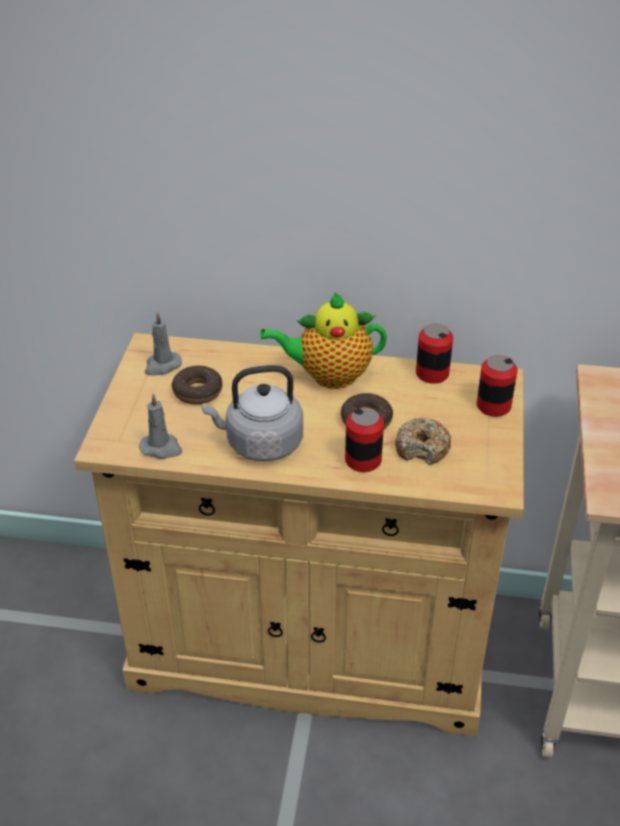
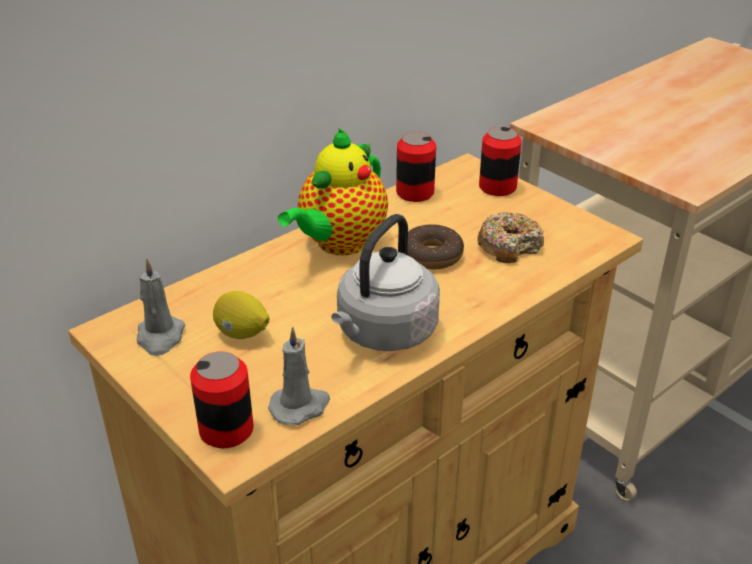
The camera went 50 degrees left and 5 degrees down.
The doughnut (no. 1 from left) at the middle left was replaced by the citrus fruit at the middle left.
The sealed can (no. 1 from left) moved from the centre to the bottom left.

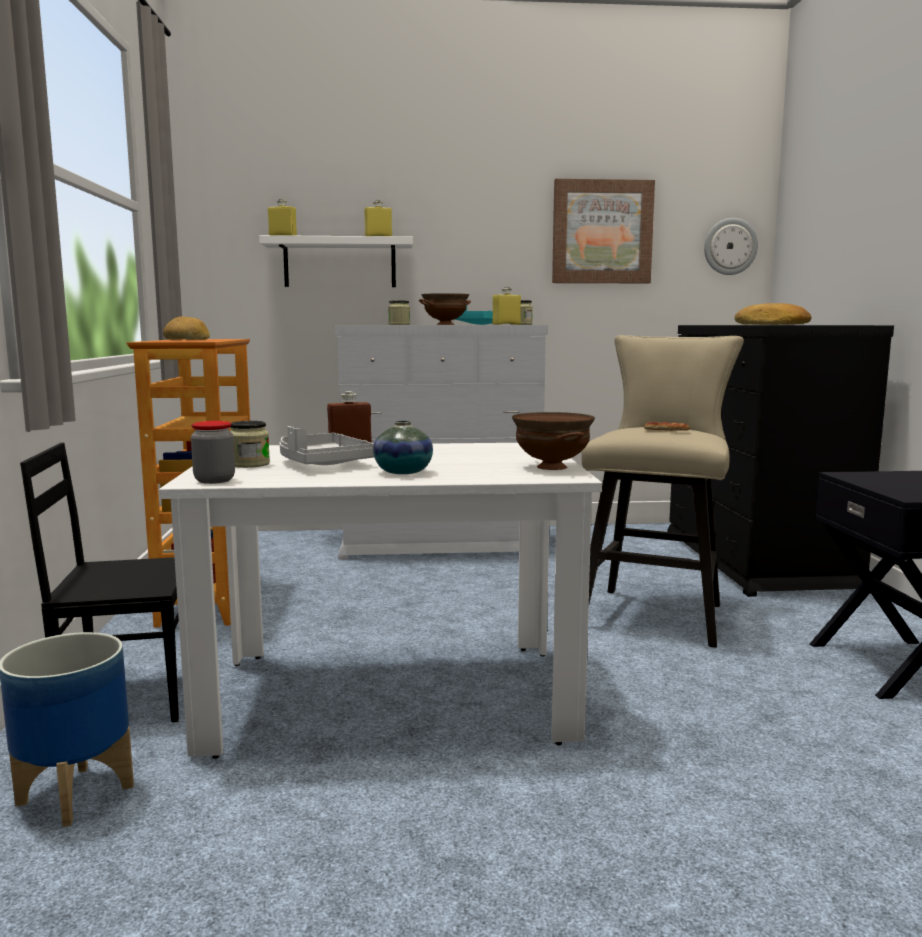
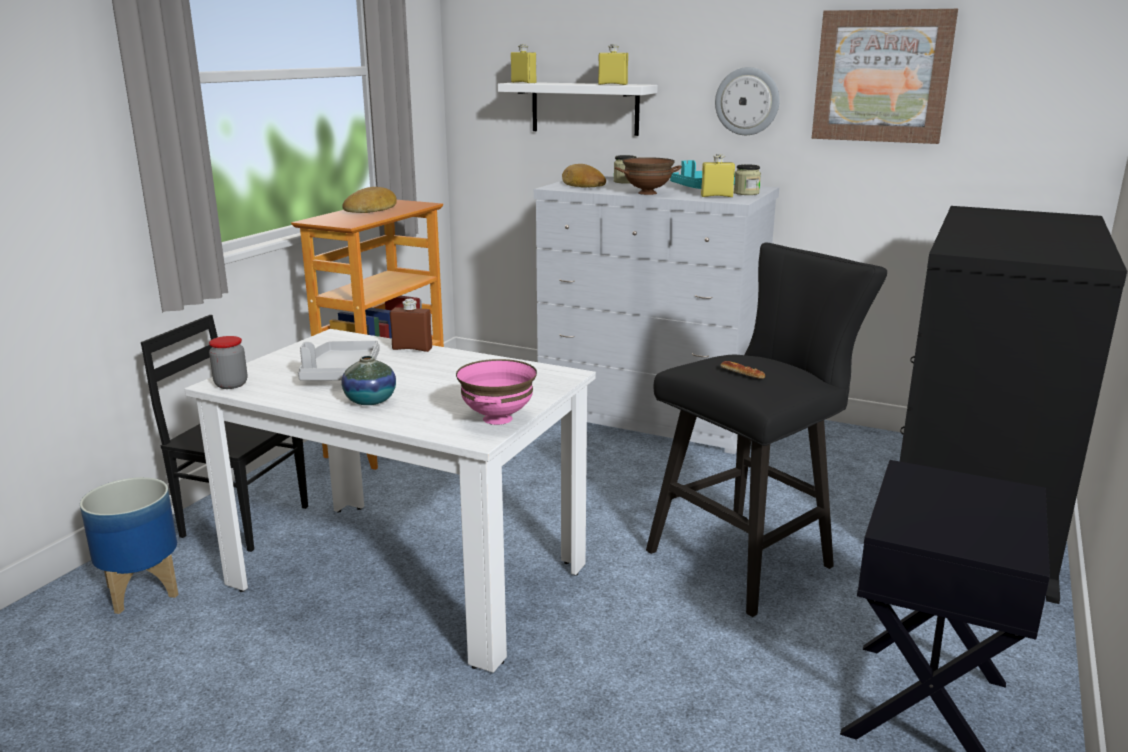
The camera went 30 degrees right and 10 degrees up.
The clock on the wall moved from the top right to the top centre.
The bakery bread (no. 3 from left in the first image) moved from the middle right to the top centre.
The sitting stool in beige-coloured at the middle right became the sitting stool in black at the middle right.
The bowl in brownish (no. 2 from left) at the centre became the bowl in pinkish at the centre.
The storage jar (no. 2 from left) at the middle left disappeared.

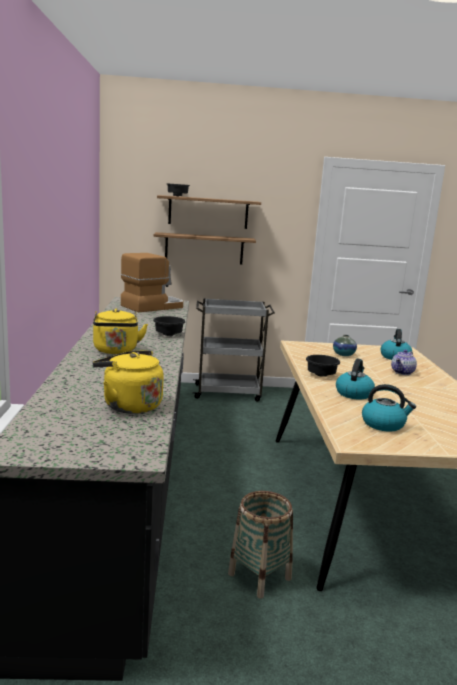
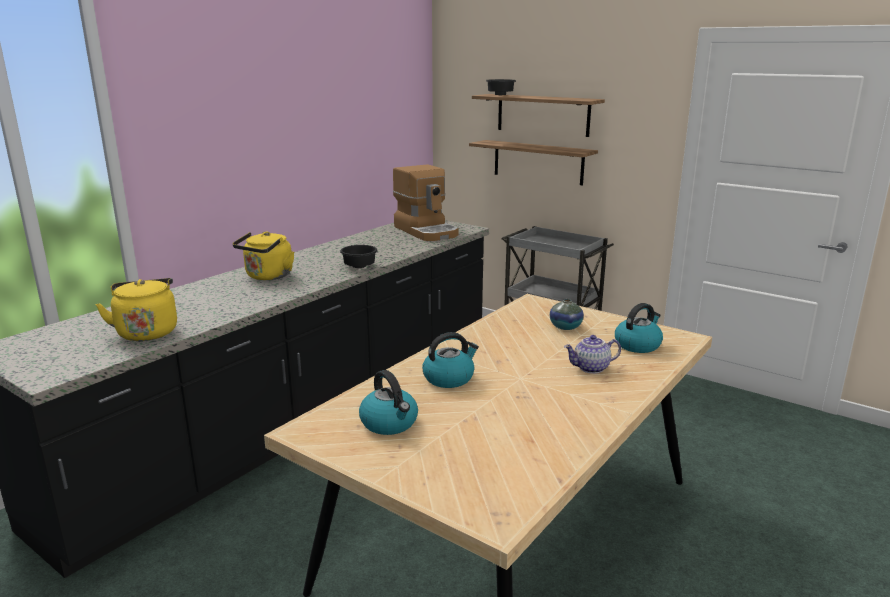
The camera went 40 degrees right and 5 degrees up.
The coffee brewer at the middle left turned 60 degrees clockwise.
The bowl in black (no. 3 from left) at the middle right disappeared.
The storage basket at the bottom centre disappeared.

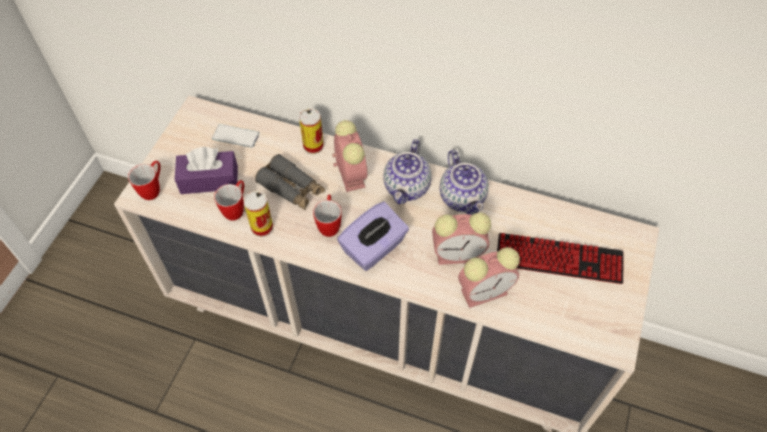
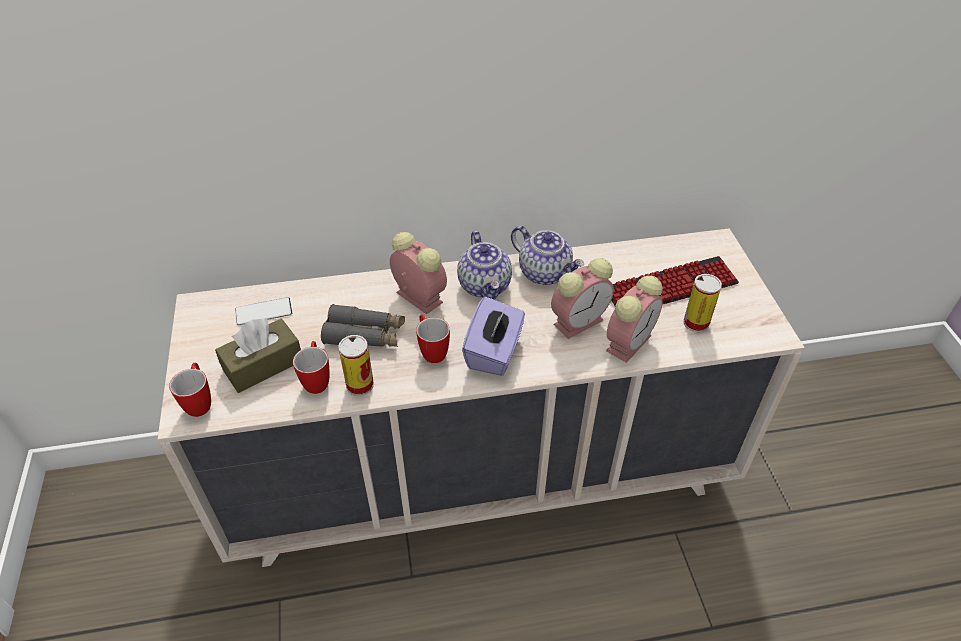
The camera went 30 degrees left and 10 degrees down.
The sealed can (no. 2 from left) moved from the top centre to the middle right.
The tissue holder in purple-coloured (no. 1 from left) at the middle left became the tissue holder in brownish at the middle left.

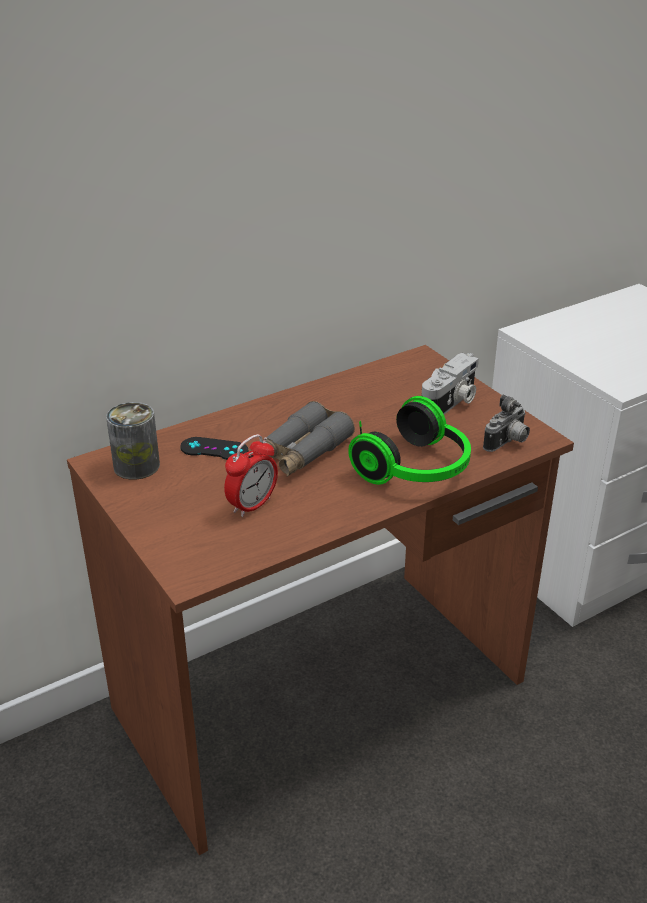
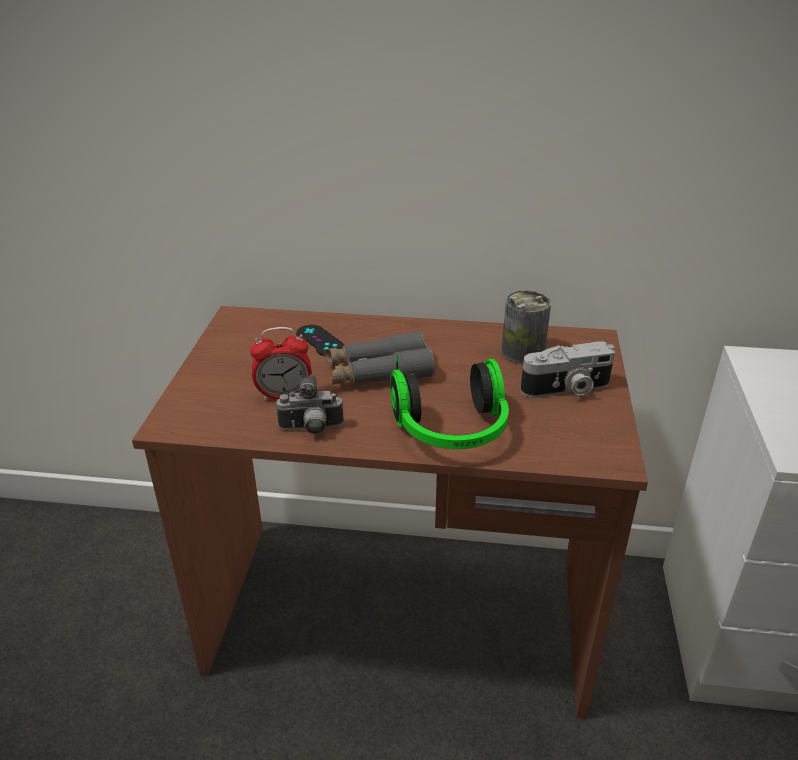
The camera went 40 degrees right and 0 degrees up.
The still camera (no. 2 from left in the first image) moved from the middle right to the centre.
The sealed can moved from the middle left to the centre.

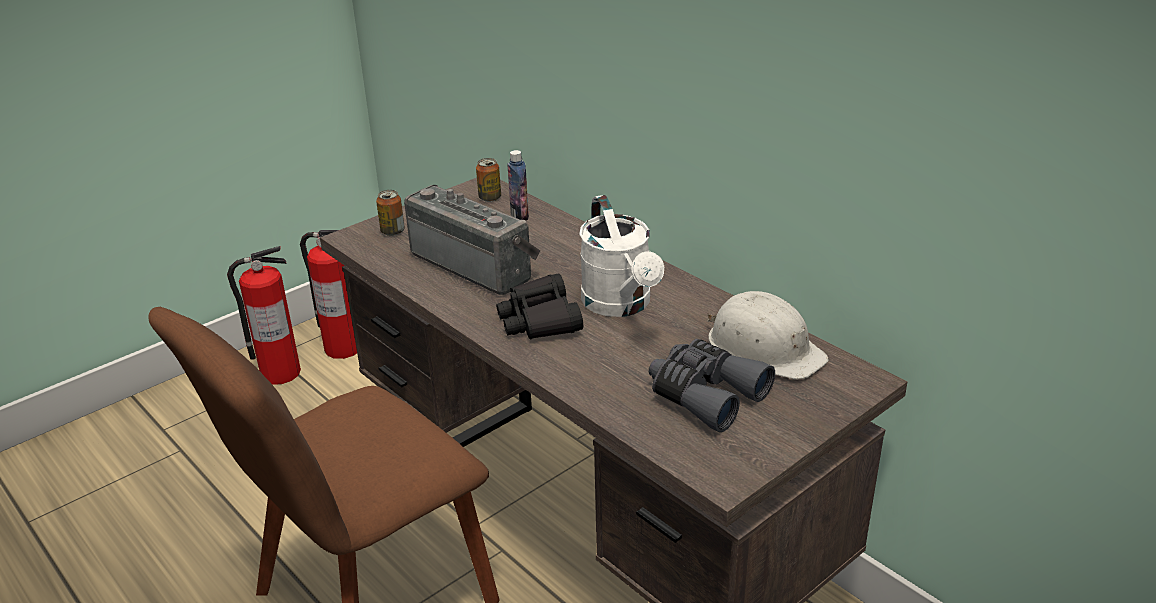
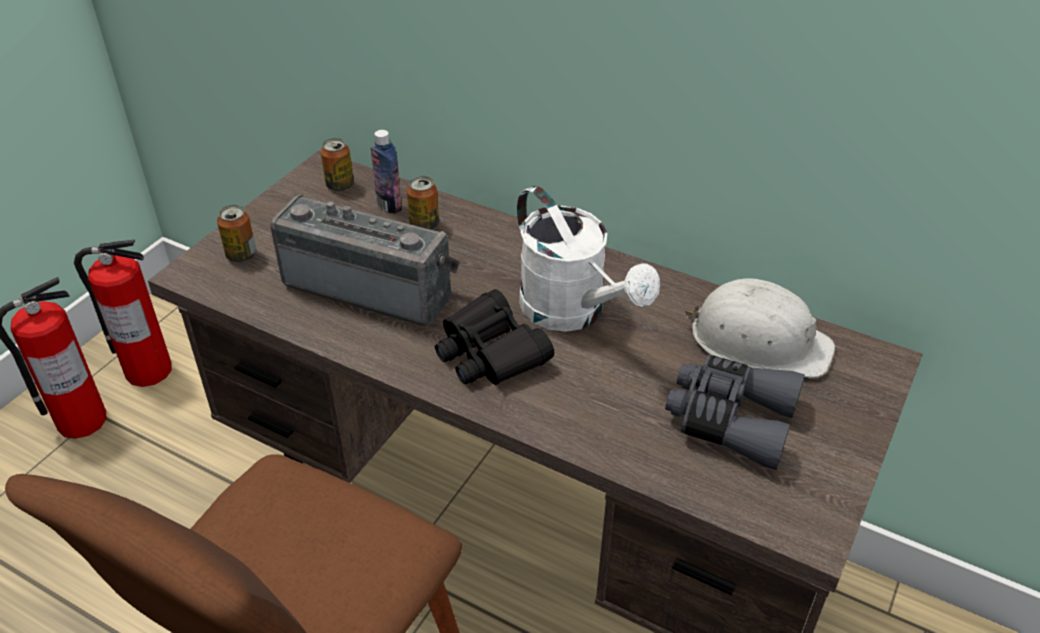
The camera went 20 degrees left and 10 degrees up.
The sealed can (no. 3 from left) at the top centre appeared.

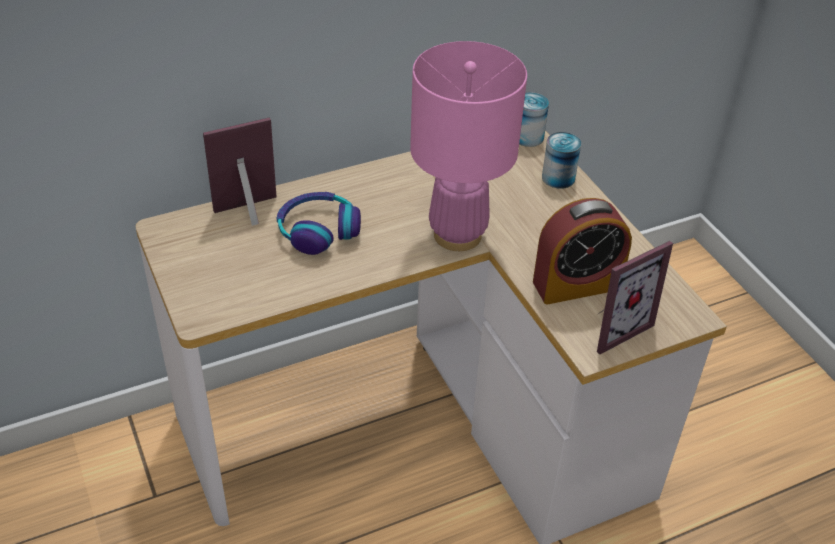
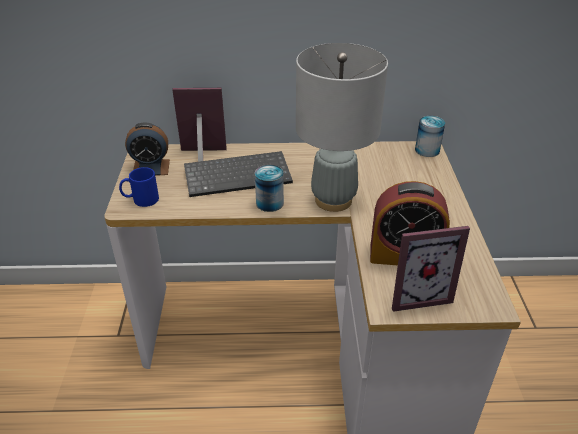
The camera went 25 degrees right and 5 degrees down.
The tabletop lamp in pinkish at the top centre became the tabletop lamp in greyish at the top centre.
The sealed can (no. 2 from left in the first image) moved from the top right to the centre.
The headphones at the centre was replaced by the PC keyboard at the centre.
The alarm clock (no. 1 from left) at the middle left appeared.
The coffee mug in blue at the middle left appeared.

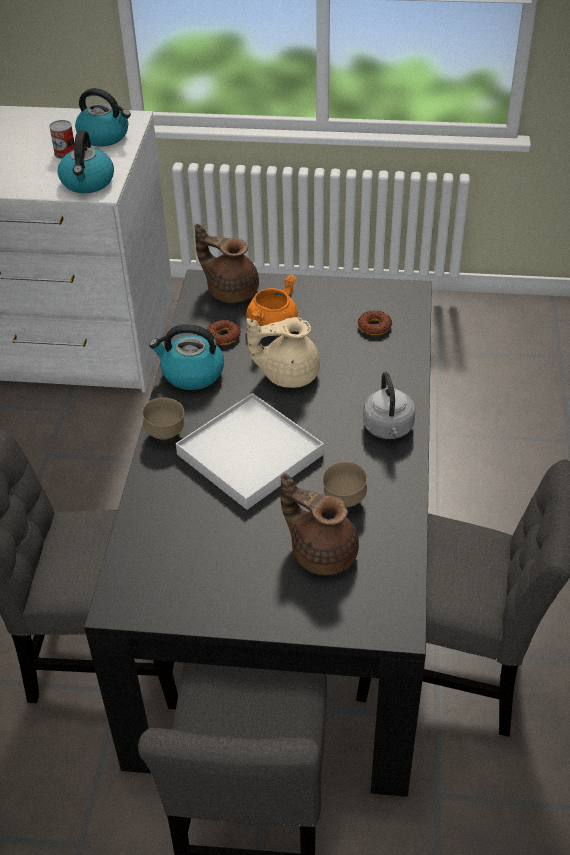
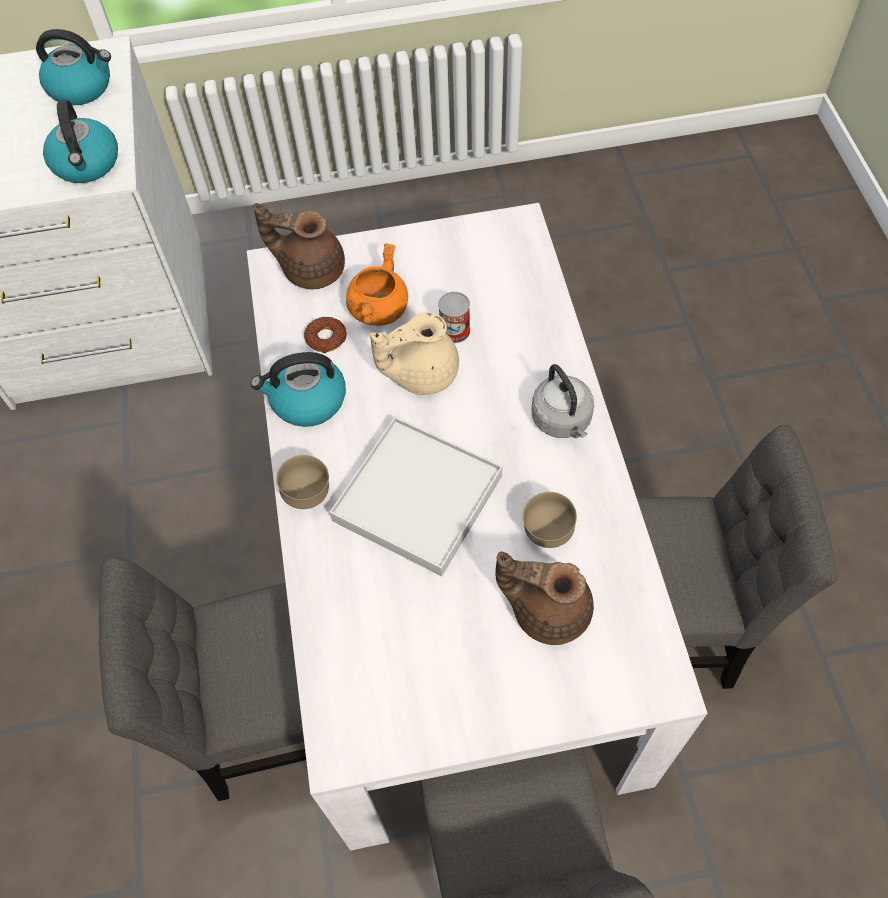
The camera went 15 degrees left and 15 degrees up.
The sealed can moved from the top left to the centre.
The kitchen table in black at the centre became the kitchen table in white at the centre.
The doughnut (no. 2 from left) at the centre disappeared.

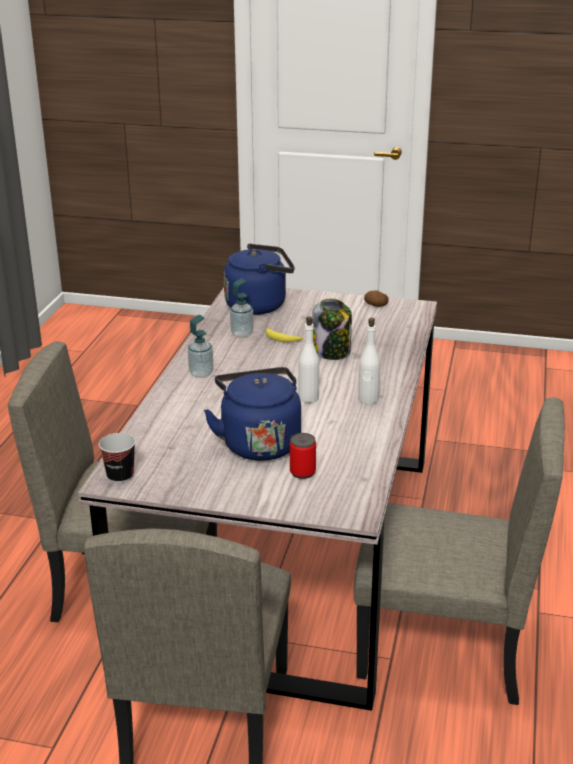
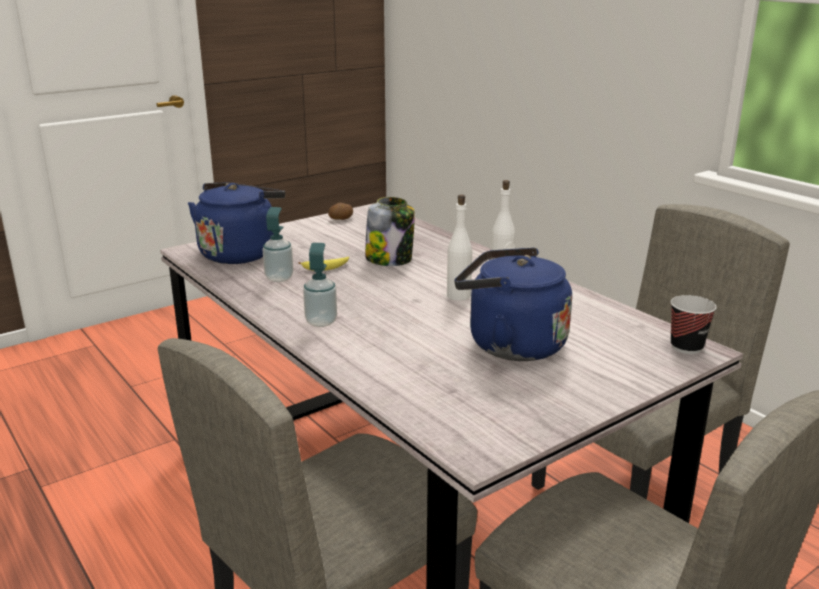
The camera went 50 degrees left and 5 degrees down.
The drinking cup moved from the middle left to the middle right.
The sealed can at the centre disappeared.

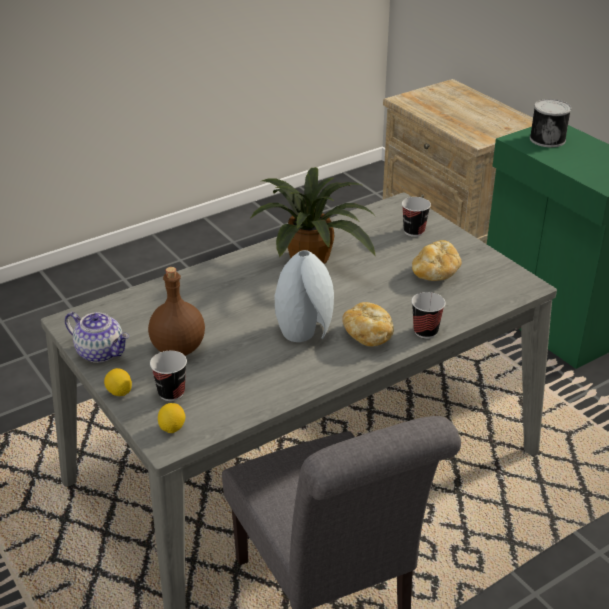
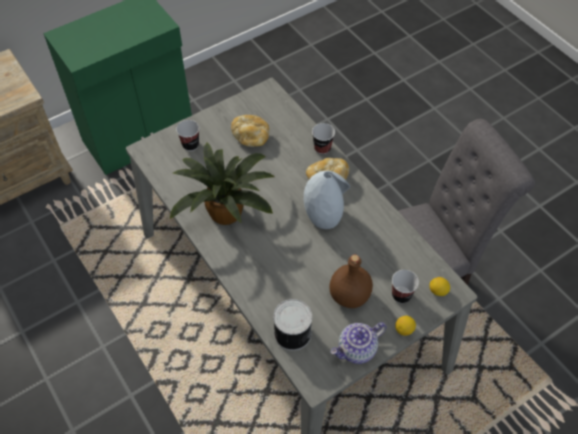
The camera went 90 degrees left and 20 degrees up.
The sealed can moved from the top right to the bottom centre.
The tea pot at the middle left turned 150 degrees counterclockwise.

